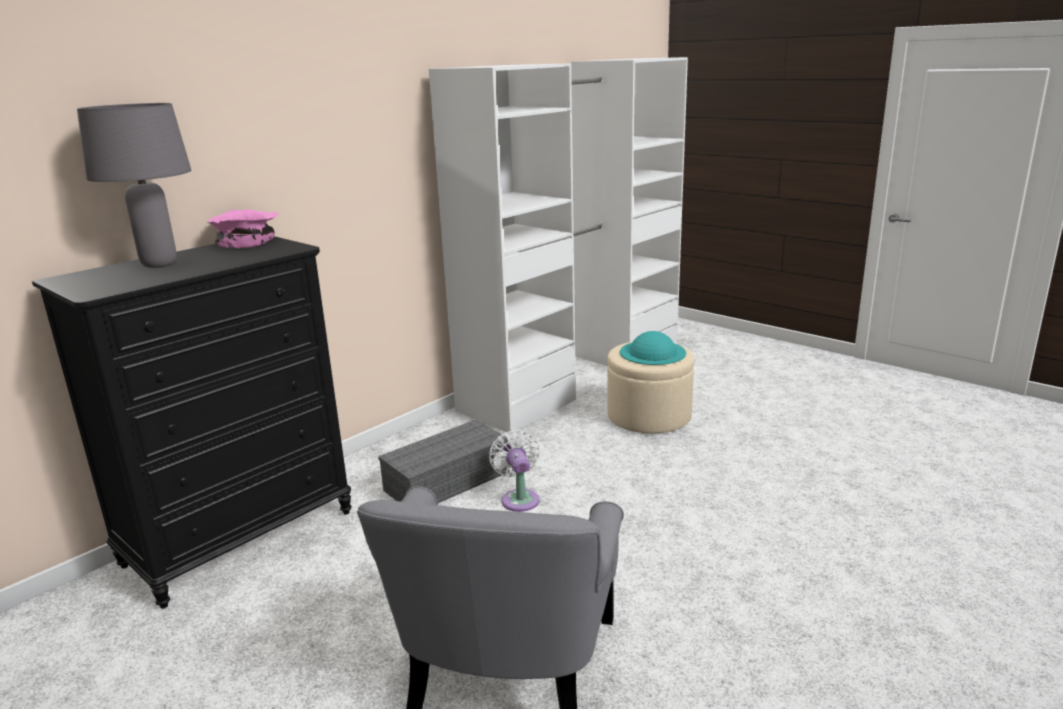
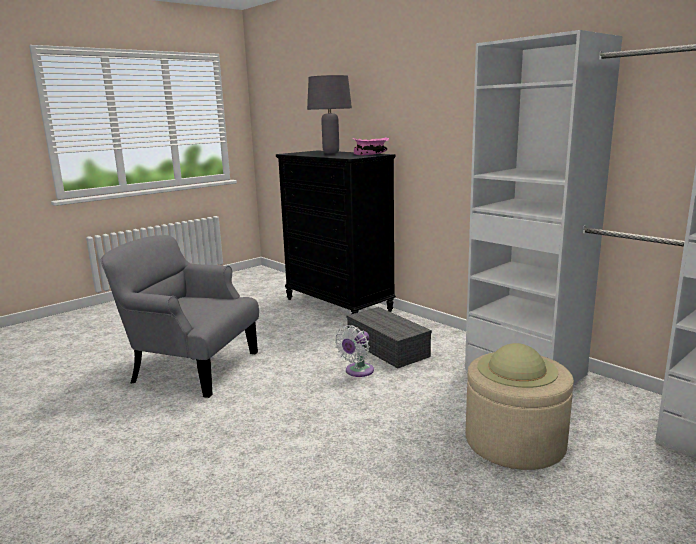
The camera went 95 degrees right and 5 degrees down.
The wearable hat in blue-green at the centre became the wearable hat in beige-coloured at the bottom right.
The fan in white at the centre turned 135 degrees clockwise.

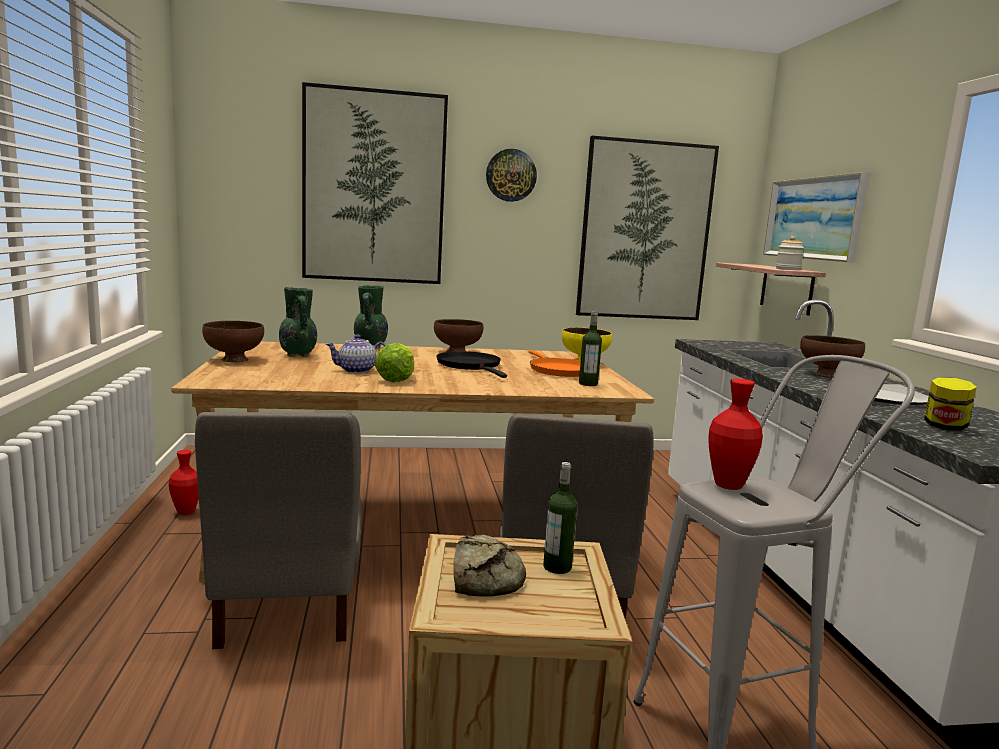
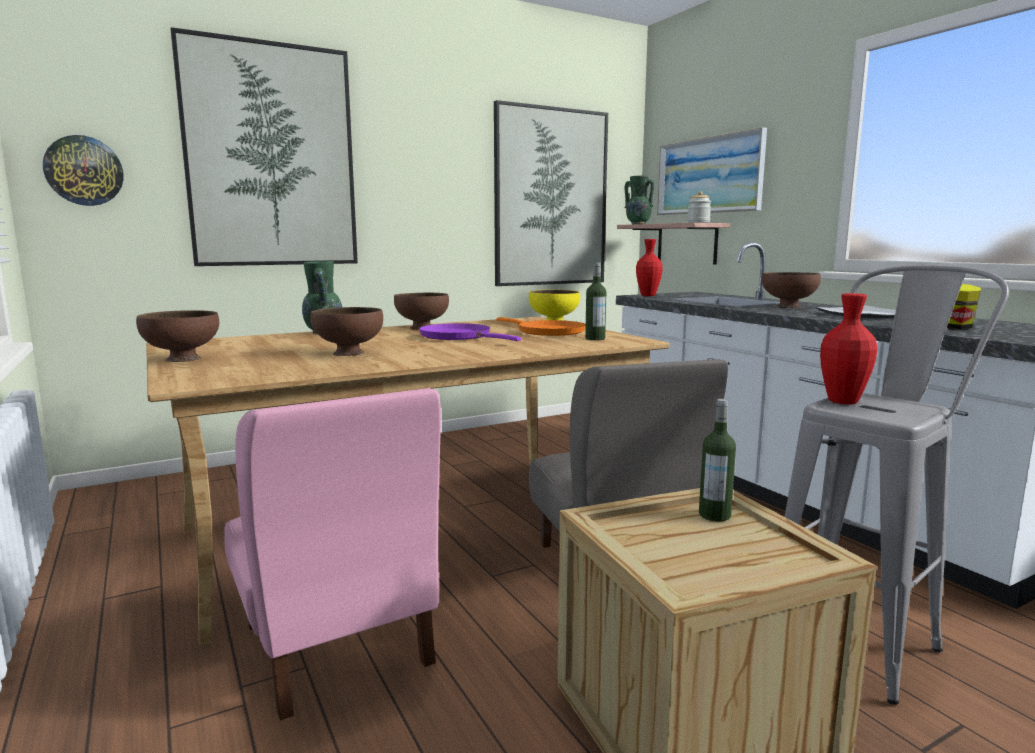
The camera went 20 degrees left and 0 degrees up.
The clock on the wall moved from the top centre to the top left.
The decorative vase in green (no. 1 from left in the first image) moved from the middle left to the top centre.
The tea pot at the centre was replaced by the bowl in brownish (no. 2 from left) at the centre.
The head of lettuce at the centre disappeared.
The pan in black at the centre became the pan in purple-coloured at the centre.
The chair in greyish (no. 1 from left) at the bottom left became the chair in pinkish at the bottom left.
The decorative vase in red-coloured (no. 1 from left) moved from the middle left to the centre.
The bakery bread at the bottom centre disappeared.

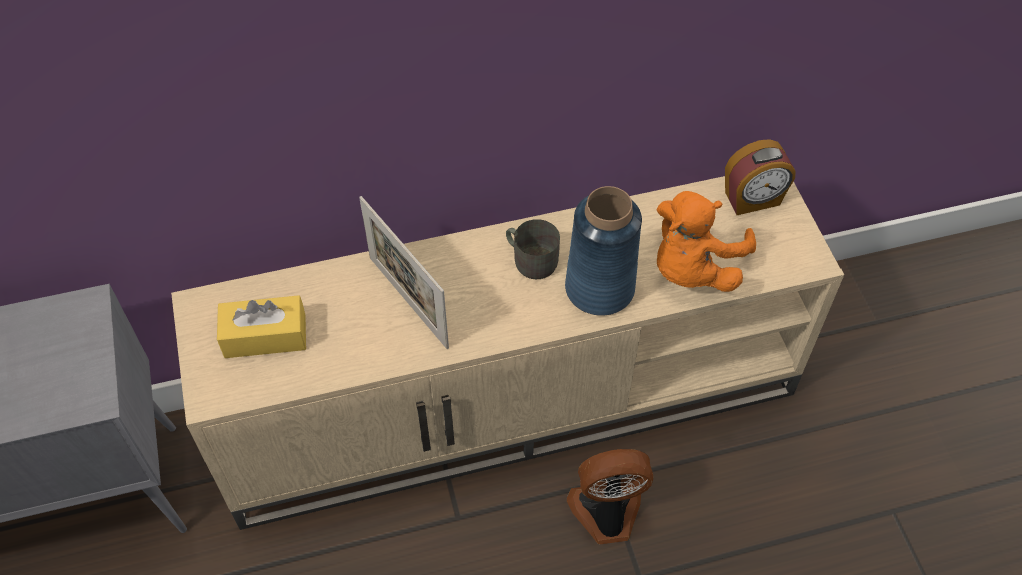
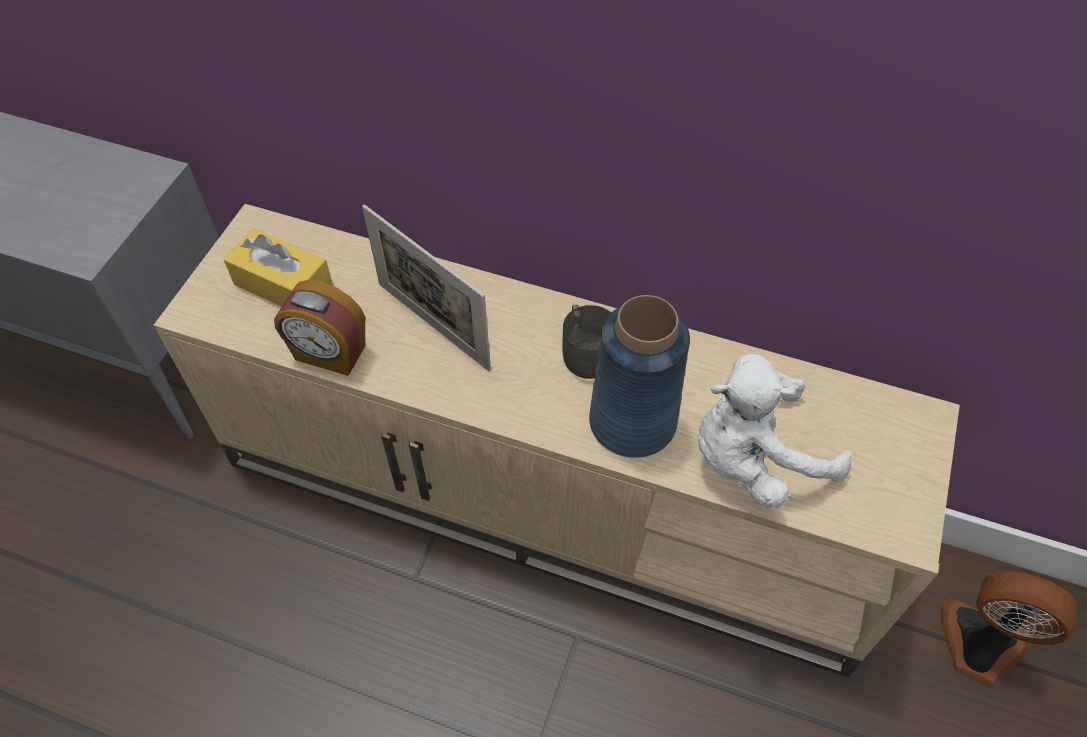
The camera went 35 degrees right and 0 degrees up.
The alarm clock moved from the top right to the middle left.
The soft toy in orangey at the middle right became the soft toy in white at the middle right.
The standing frame at the centre turned 45 degrees counterclockwise.
The fan moved from the bottom centre to the bottom right.

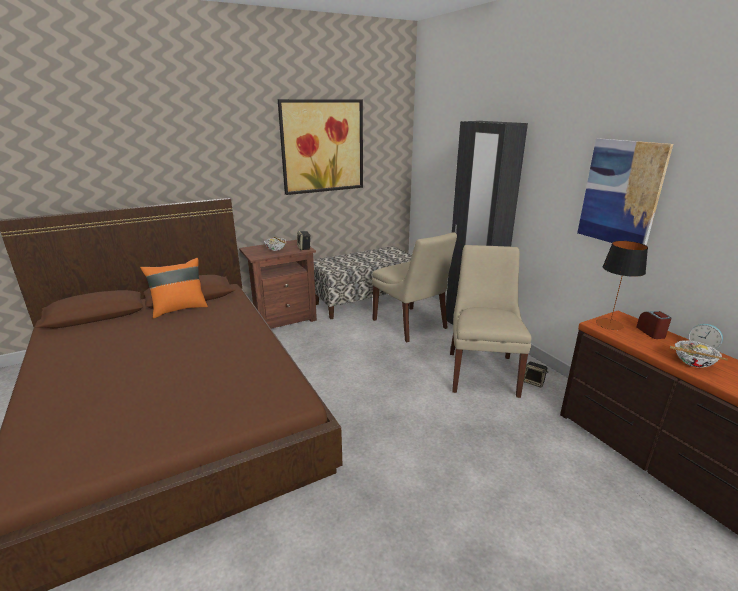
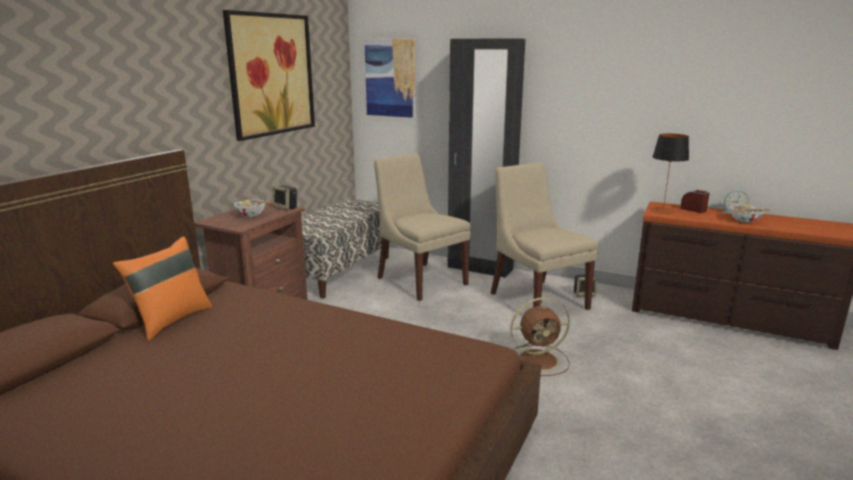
The camera went 35 degrees left and 5 degrees down.
The wall picture (no. 2 from left) moved from the top right to the top centre.
The chair in beige-coloured (no. 1 from left) at the centre turned 150 degrees counterclockwise.
The fan in brownish at the bottom centre appeared.

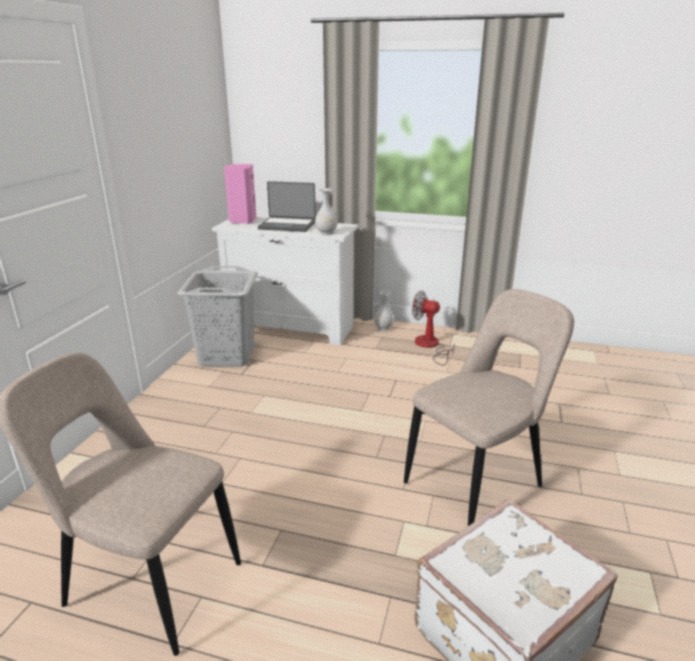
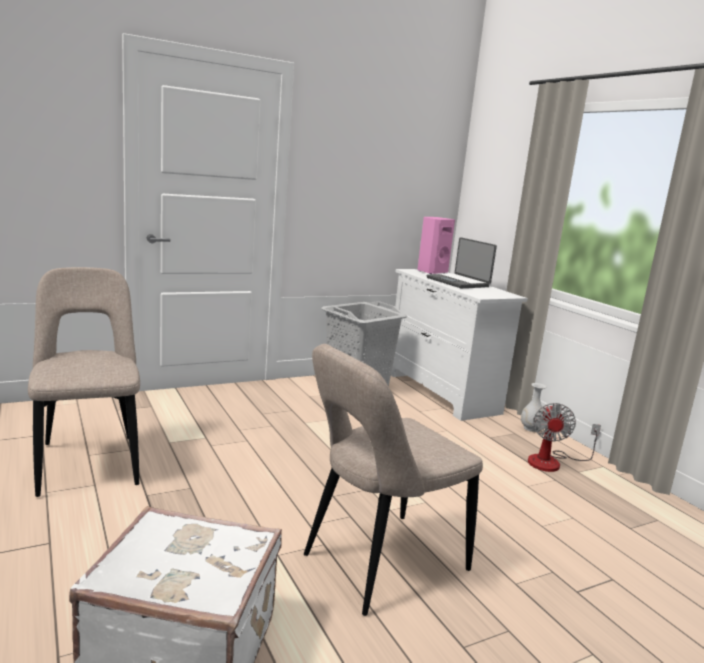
The camera went 45 degrees right and 10 degrees down.
The decorative vase in white (no. 1 from left) at the top centre disappeared.
The chair in beige-coloured (no. 2 from left) at the middle right turned 135 degrees clockwise.
The fan at the centre turned 150 degrees counterclockwise.

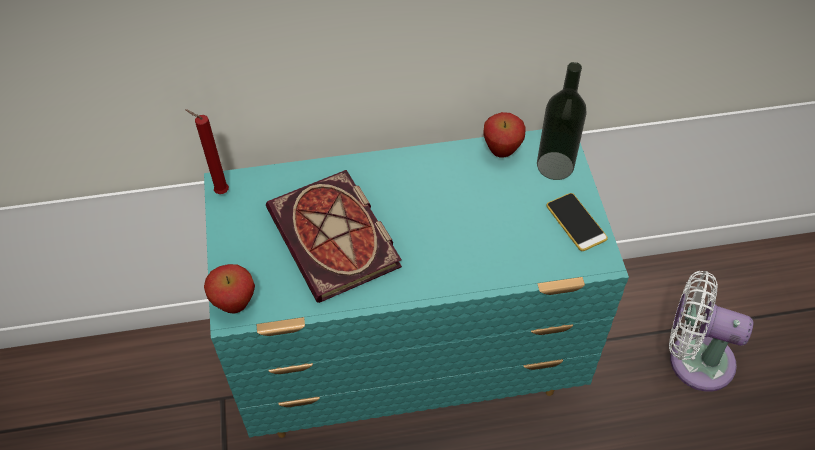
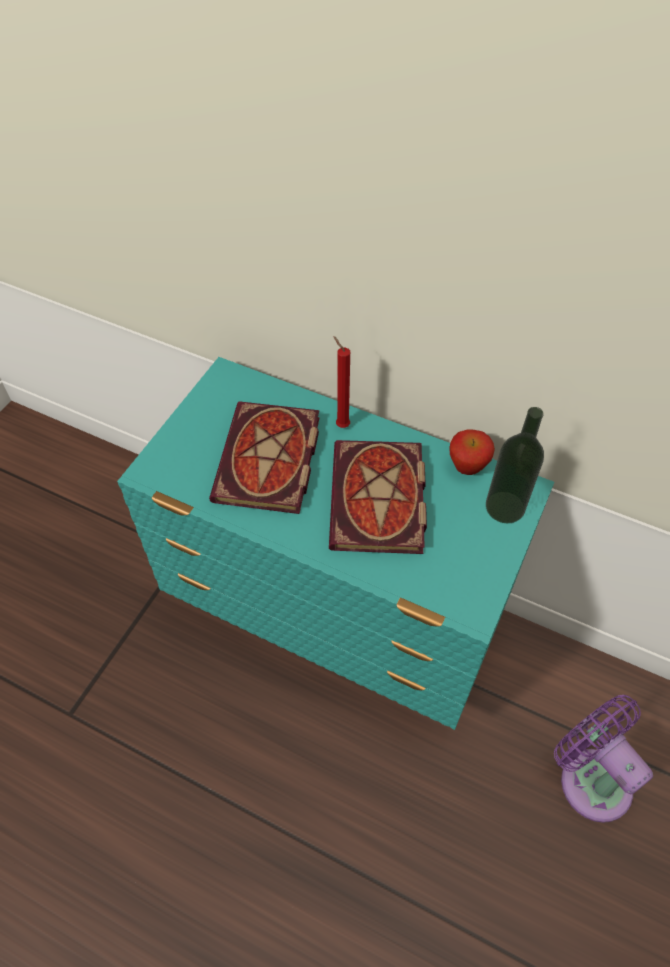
The camera went 35 degrees right and 0 degrees up.
The wax candle in red-coloured moved from the middle left to the centre.
The telephone at the middle right disappeared.
The apple (no. 1 from left) at the middle left disappeared.
The fan in white at the bottom right became the fan in purple-coloured at the bottom right.
The volume (no. 2 from left) at the centre appeared.

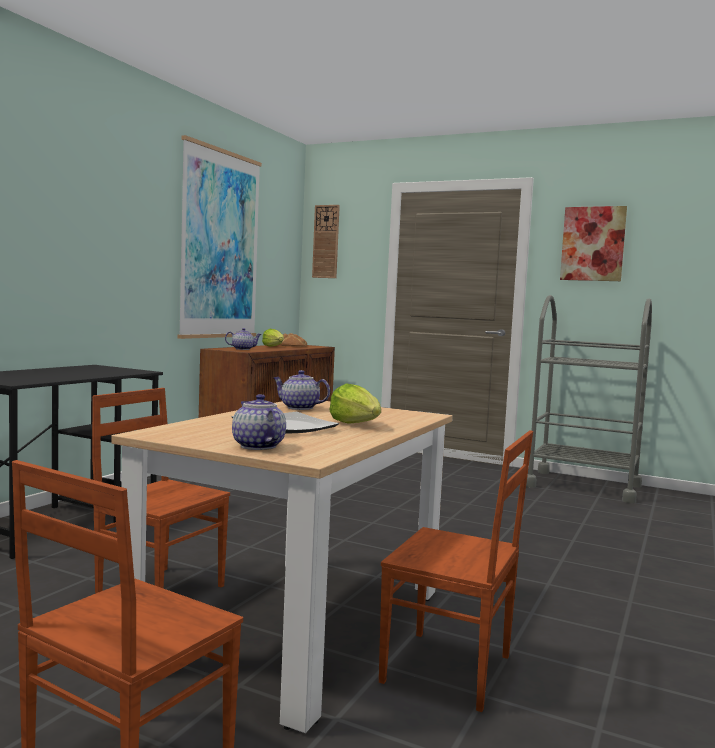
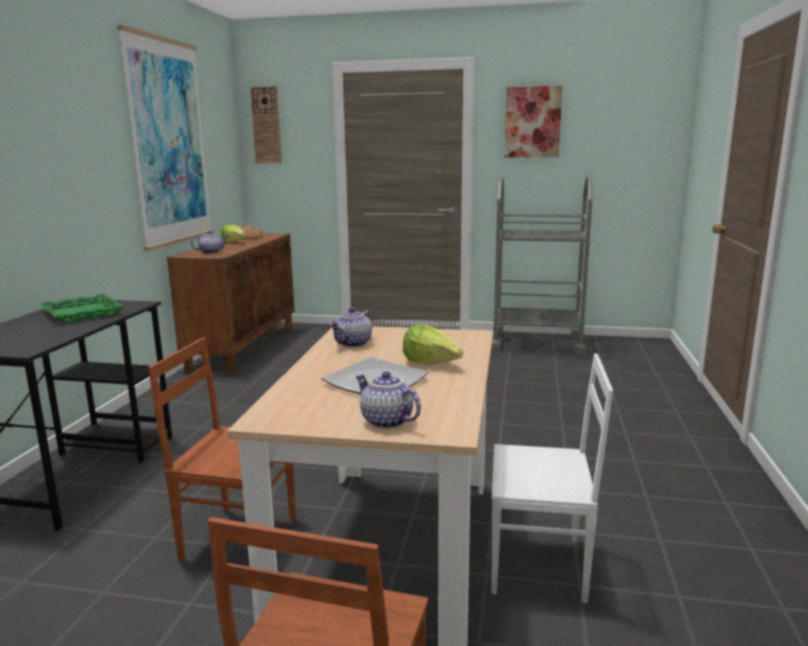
The camera went 15 degrees left and 10 degrees up.
The tea pot (no. 3 from left in the first image) at the centre turned 60 degrees counterclockwise.
The chair in brownish (no. 3 from left) at the bottom centre became the chair in white at the bottom right.
The tray in green at the middle left appeared.

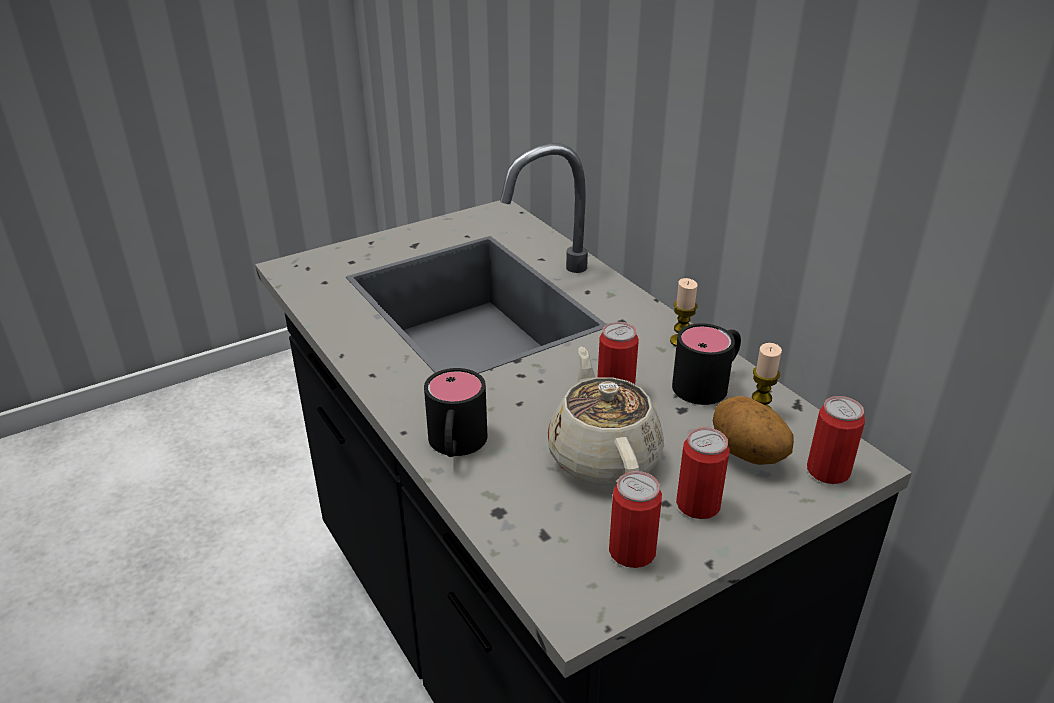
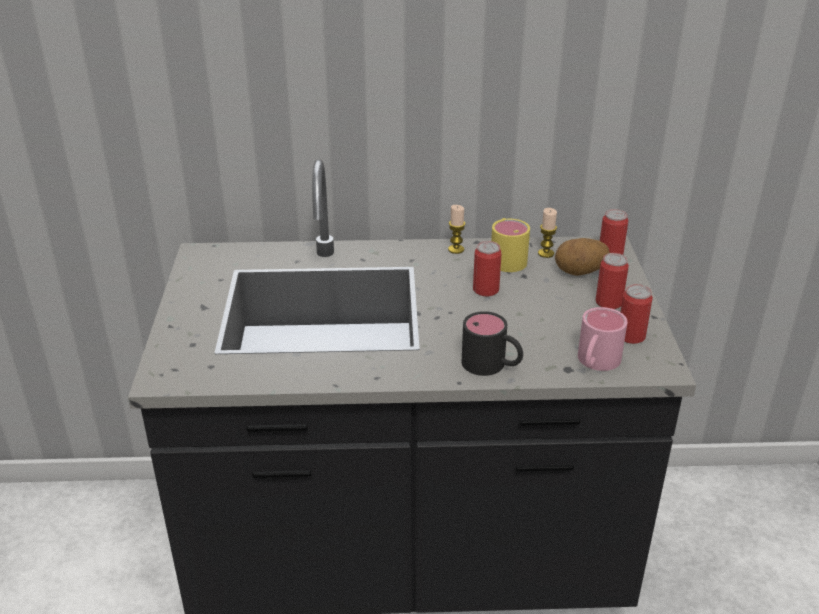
The camera went 60 degrees left and 0 degrees up.
The coffee mug in black (no. 2 from left) at the middle right became the coffee mug in yellow-coloured at the centre.
The tea pot in beige-coloured at the centre disappeared.
The coffee mug in pinkish at the middle right appeared.

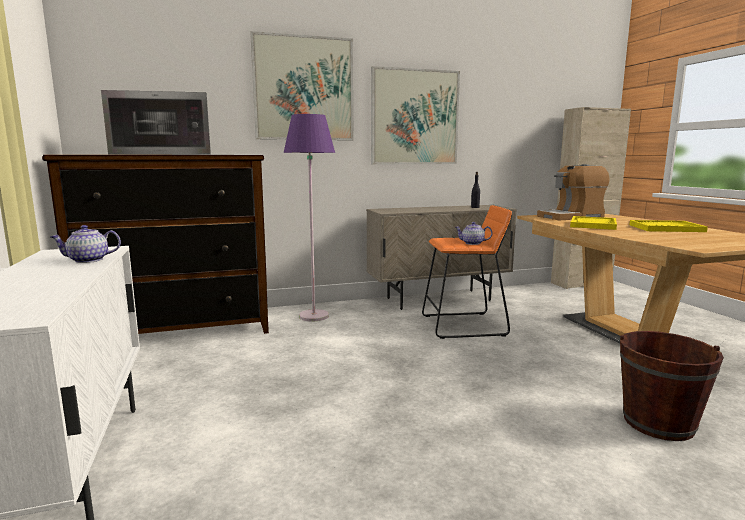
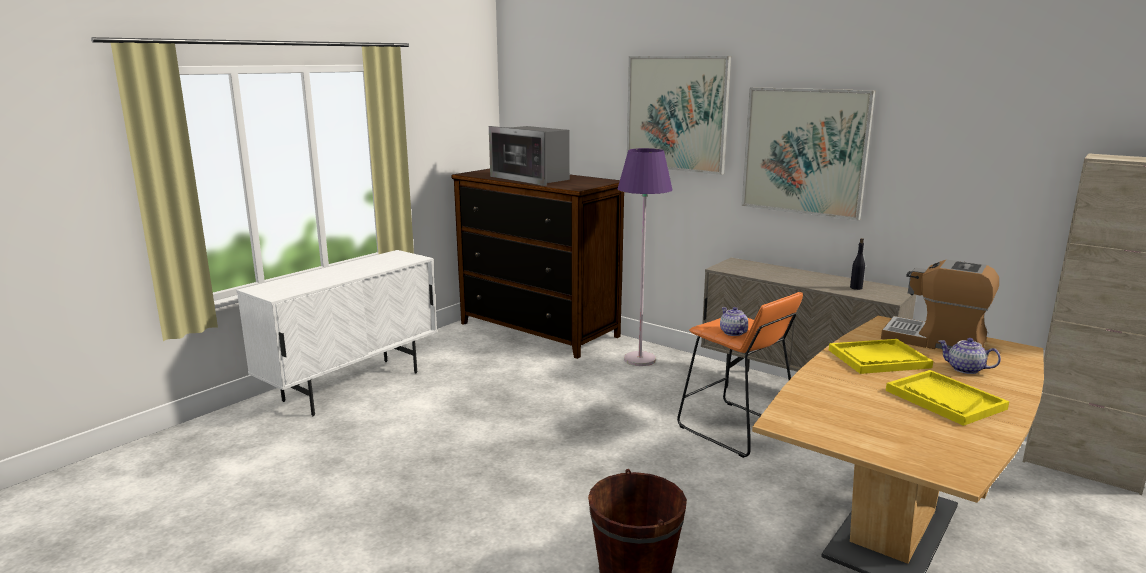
The camera went 55 degrees right and 5 degrees up.
The tea pot (no. 1 from left in the first image) moved from the middle left to the middle right.

